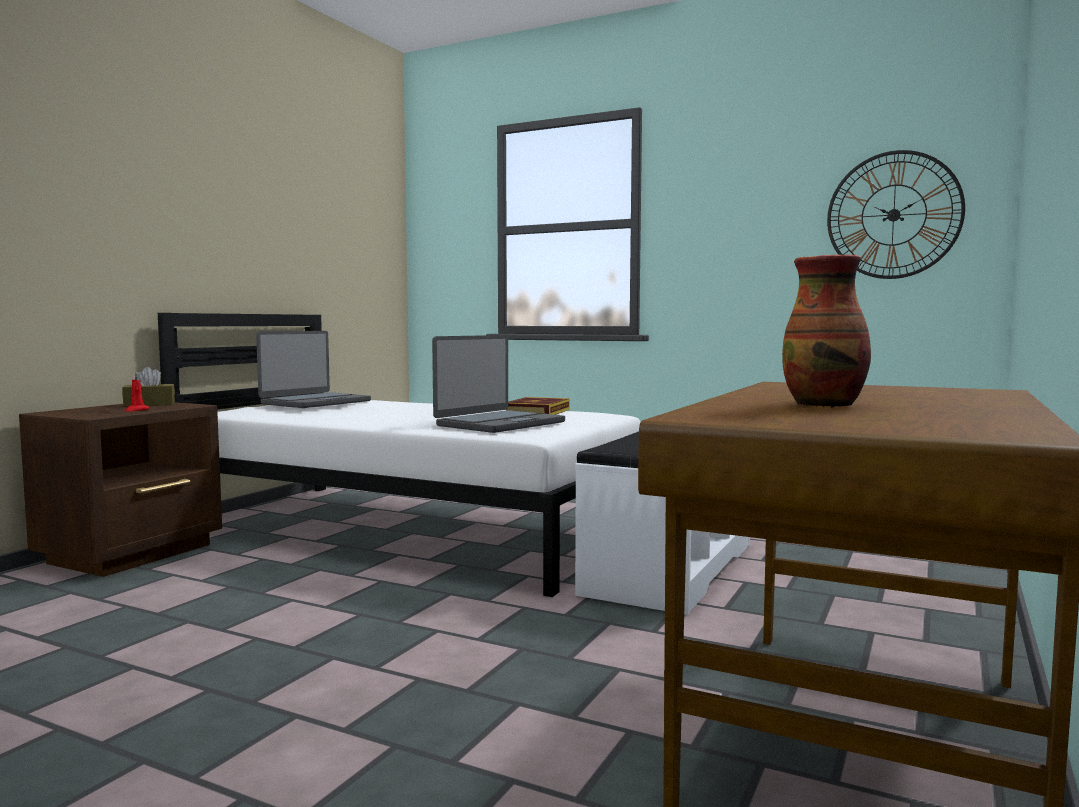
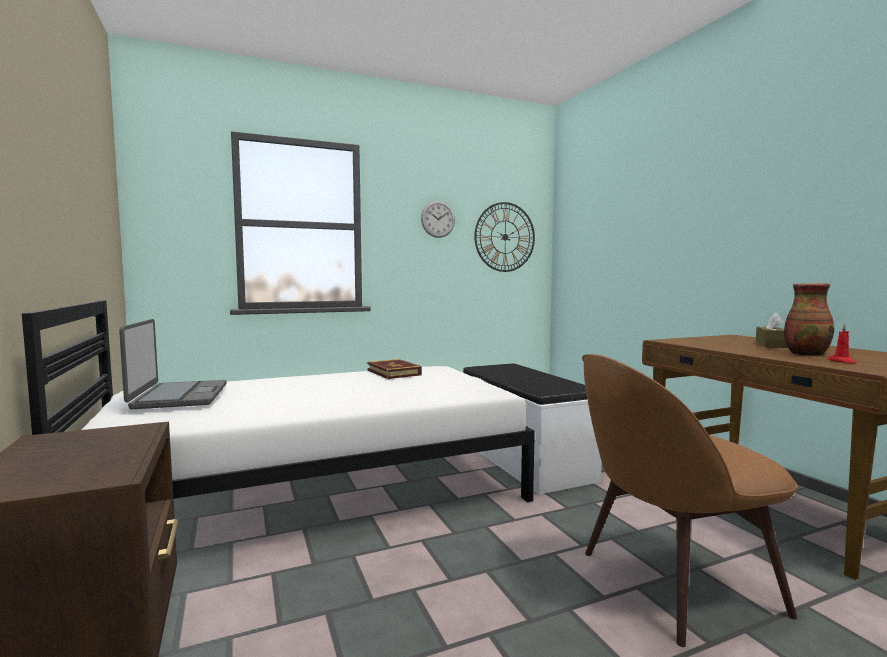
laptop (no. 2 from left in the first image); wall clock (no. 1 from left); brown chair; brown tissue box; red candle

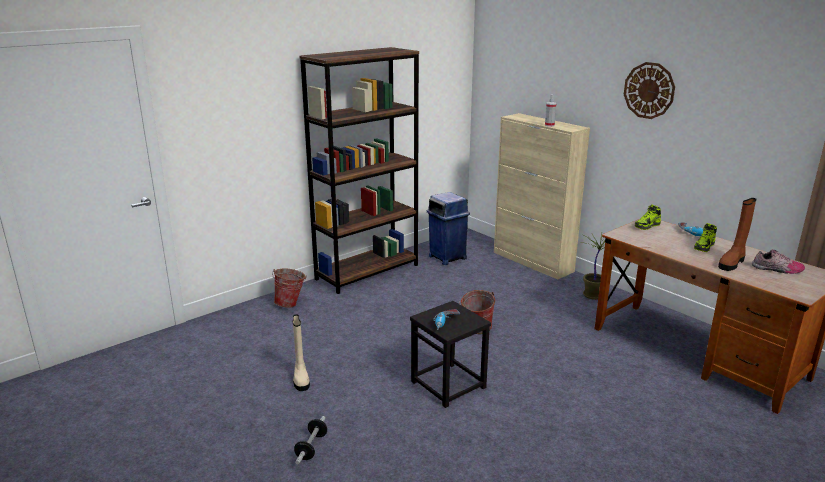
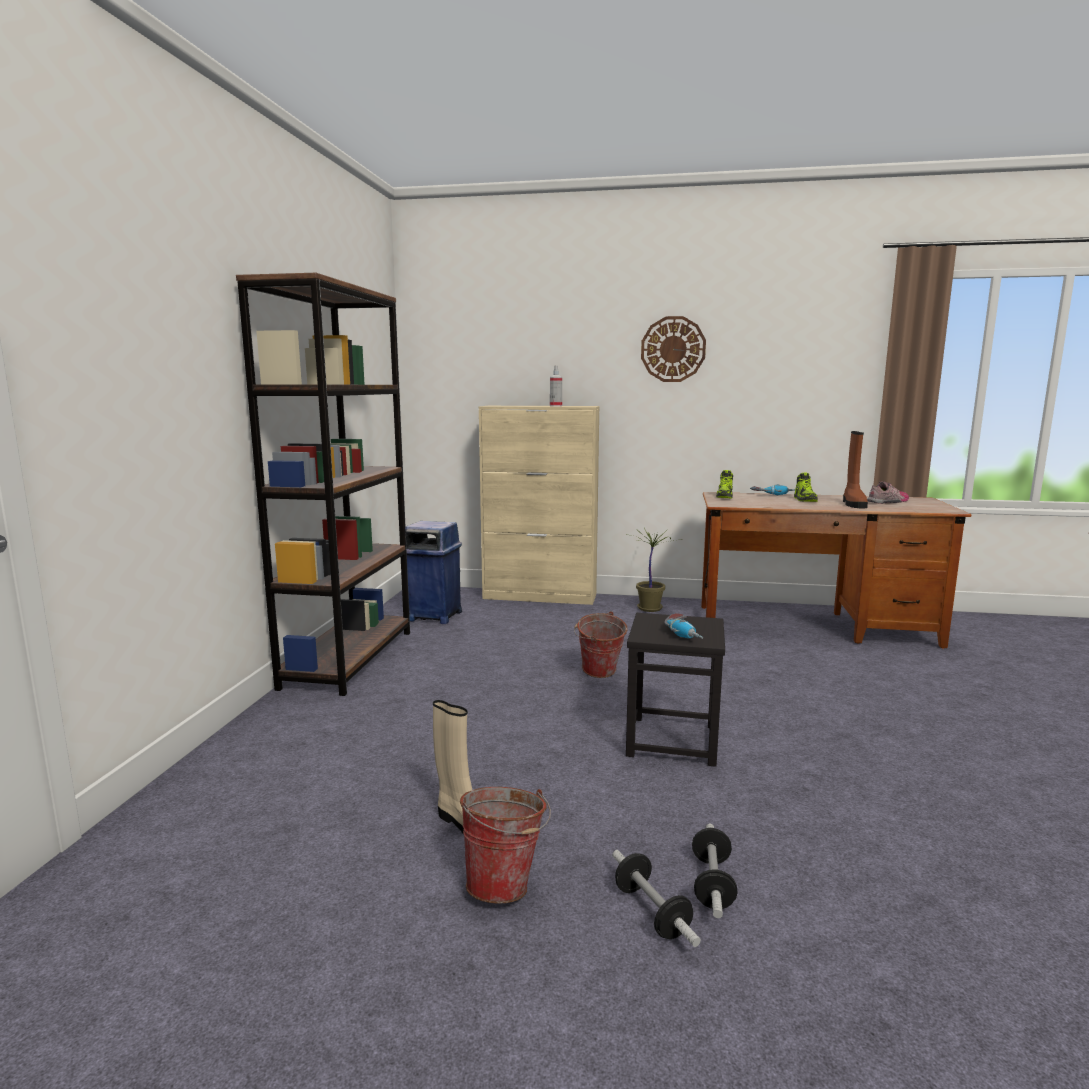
dumbbell (no. 2 from left); bucket (no. 1 from left)

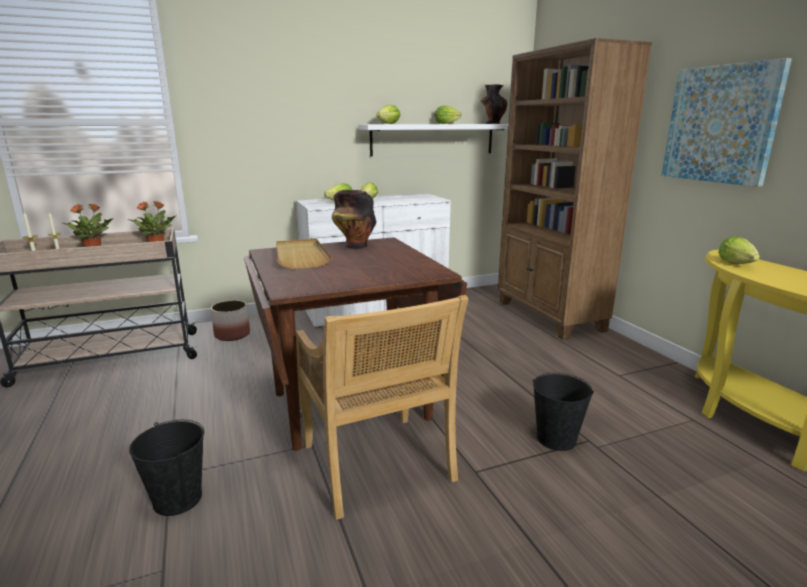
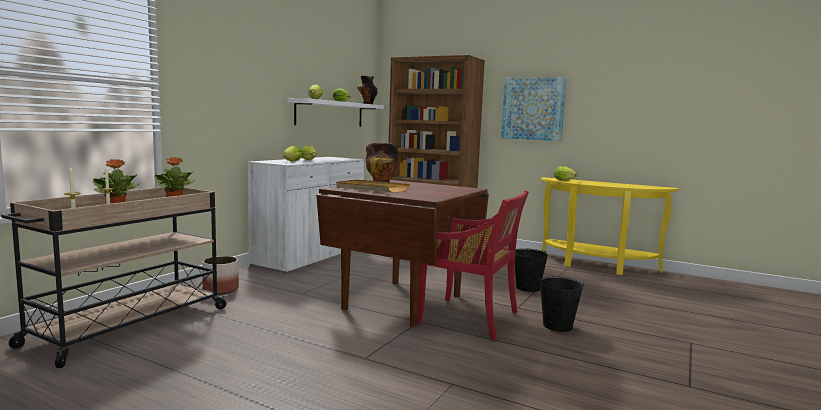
black bucket (no. 2 from left); red chair

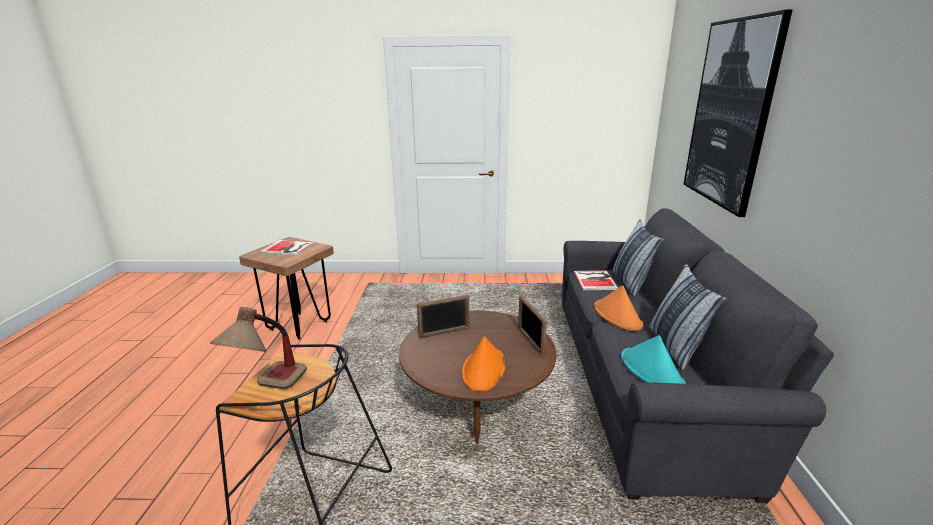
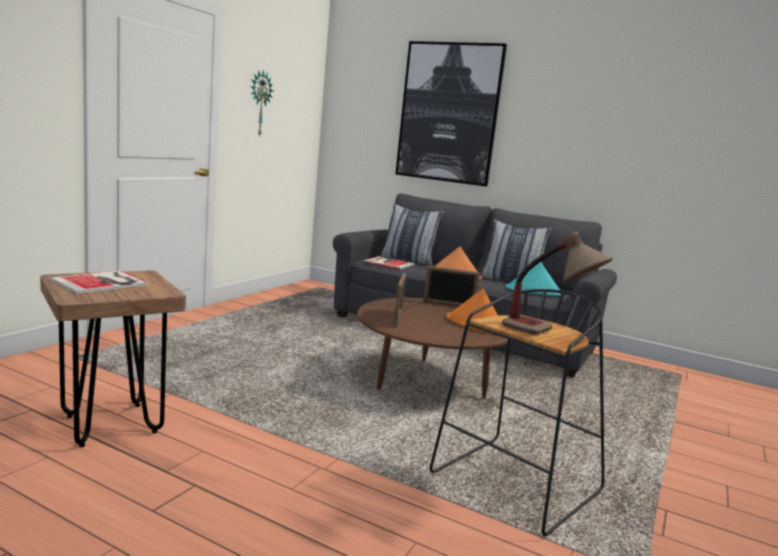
wall clock

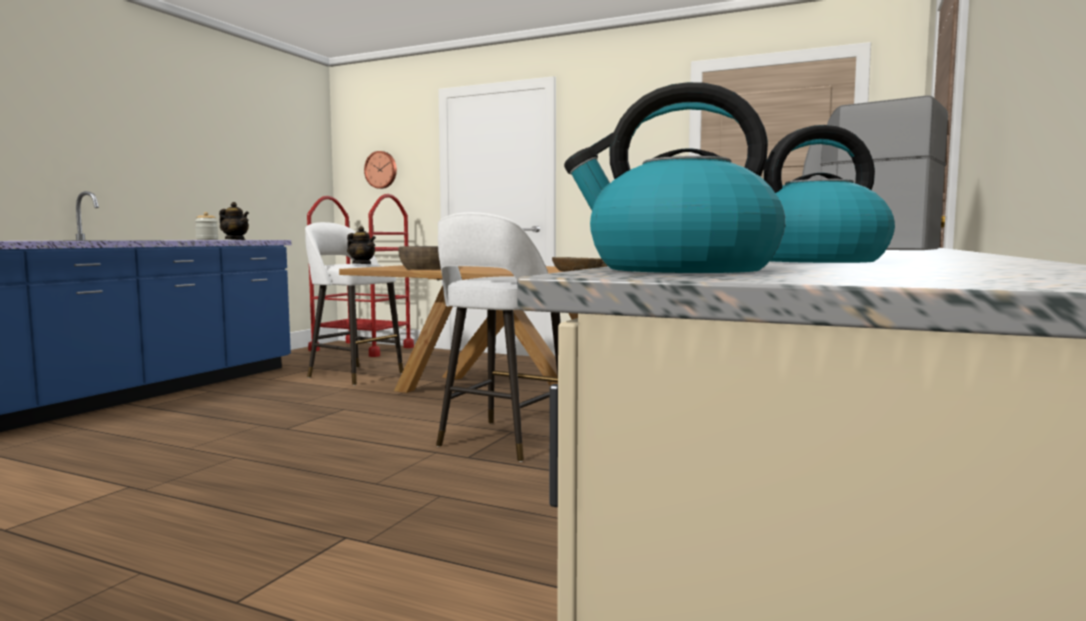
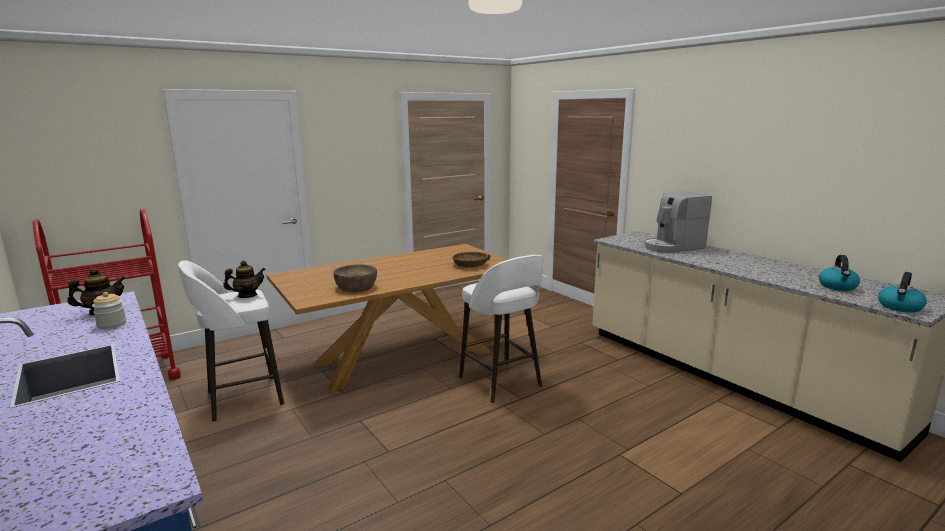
wall clock

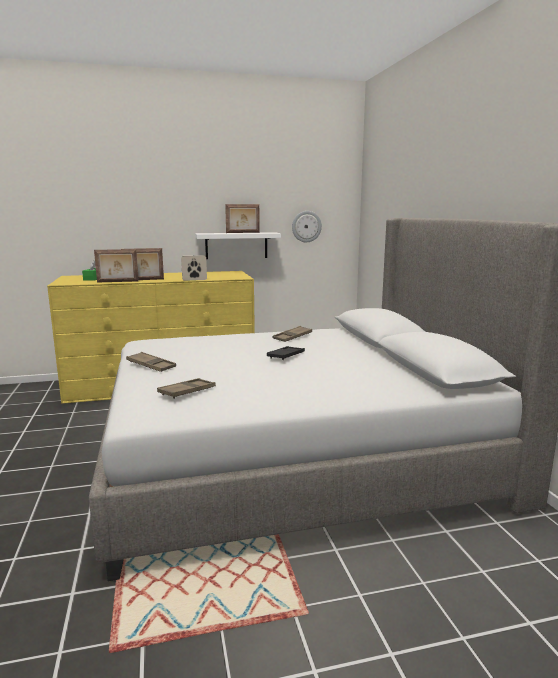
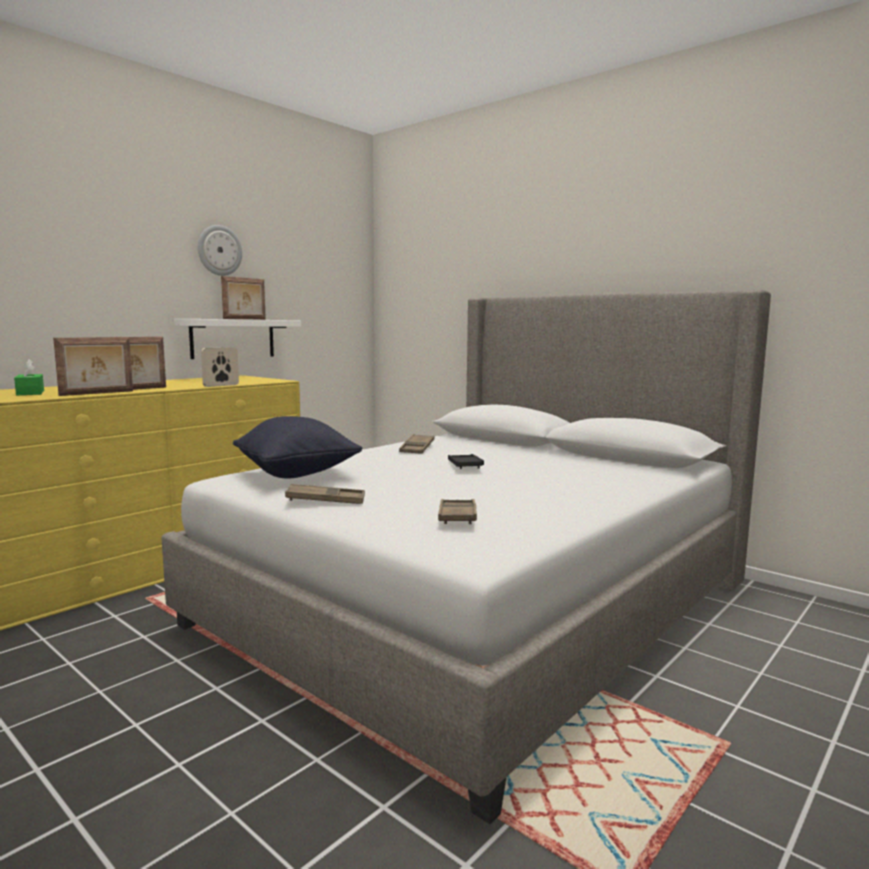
black pillow; wall clock

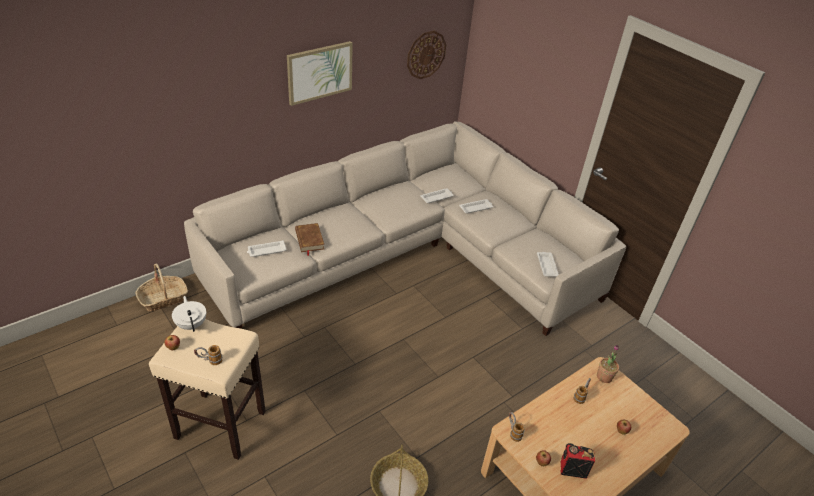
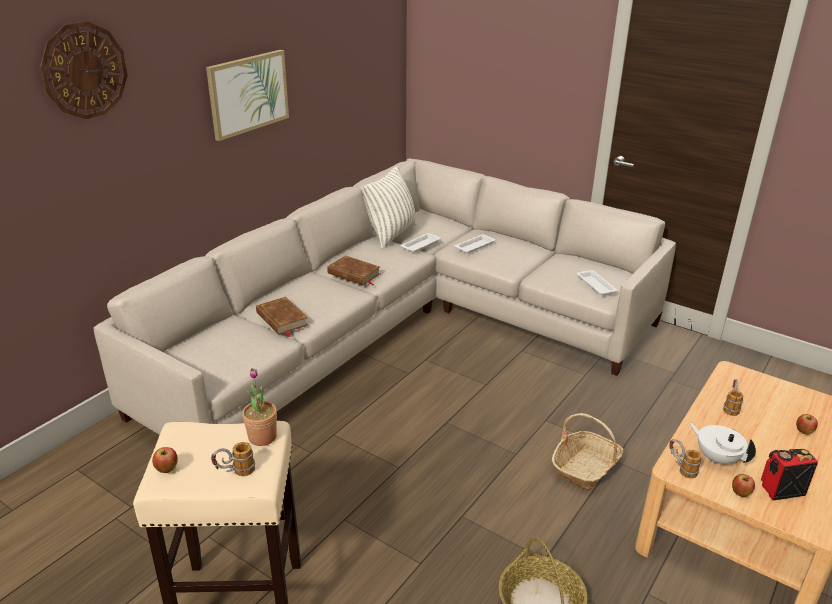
white tray (no. 1 from left in the first image); brown book (no. 2 from left); pillow; basket (no. 2 from left); white teapot; wall clock; potted plant

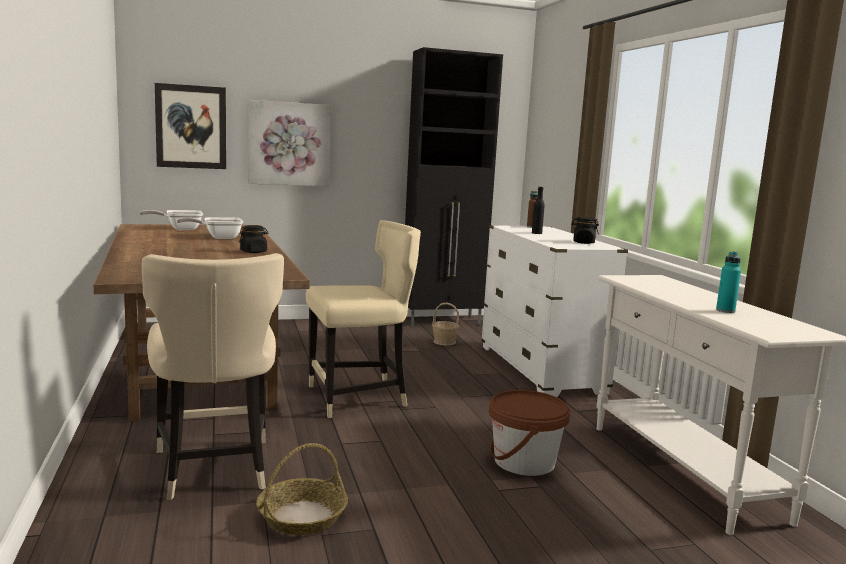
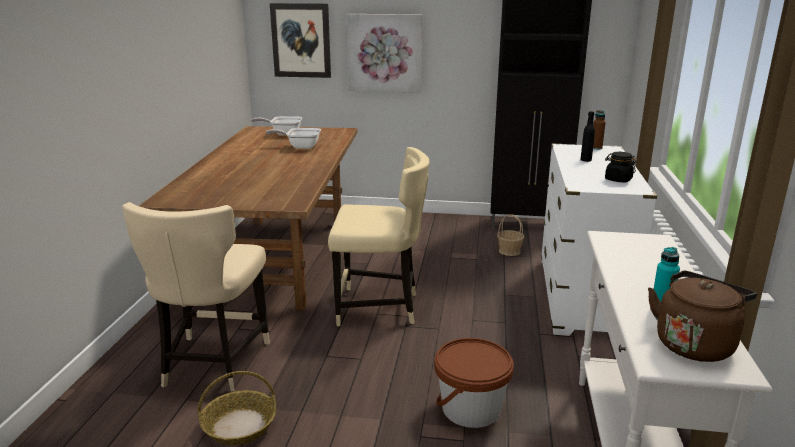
black jar (no. 1 from left in the first image); brown kettle

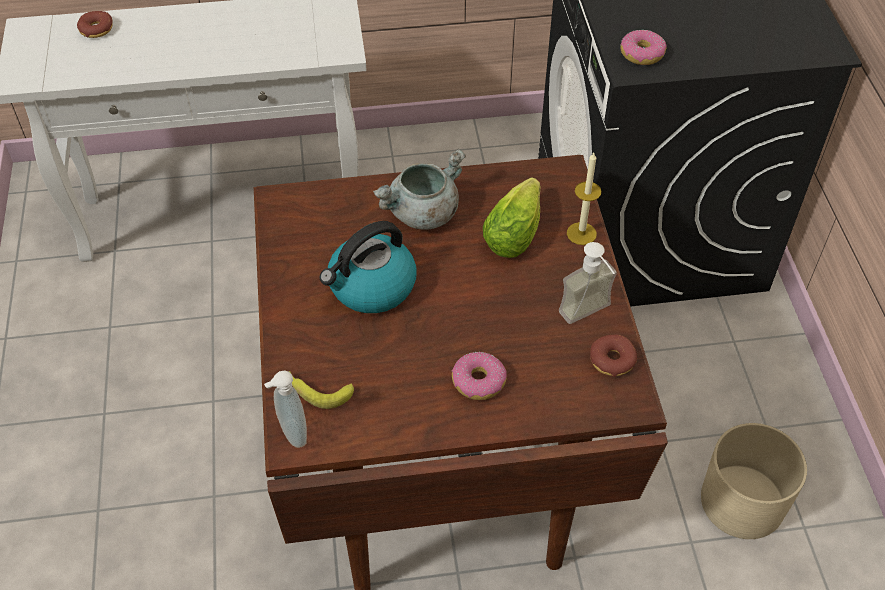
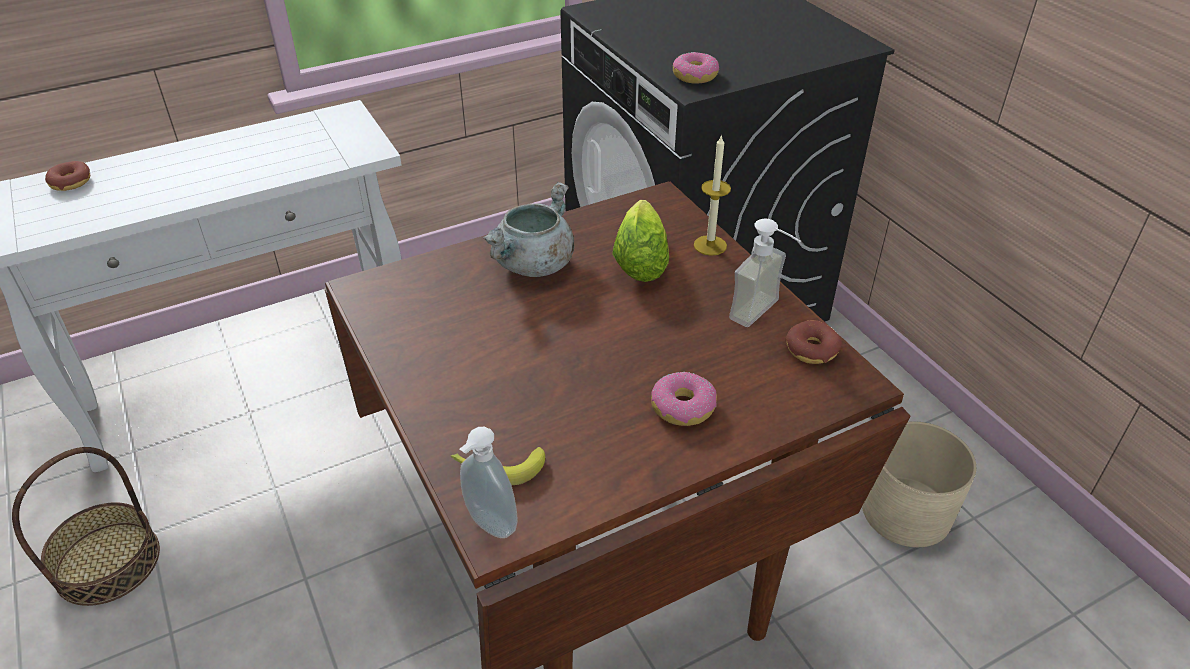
kettle; basket

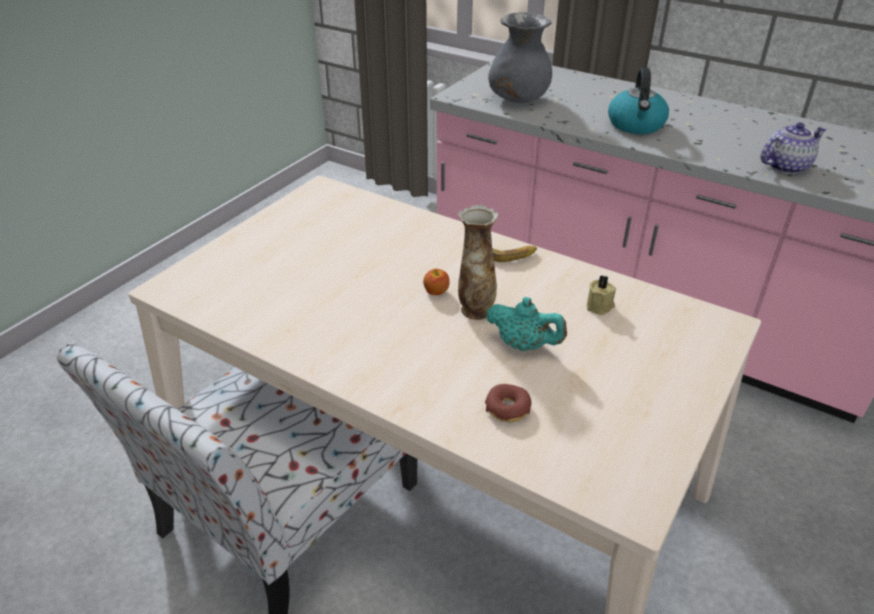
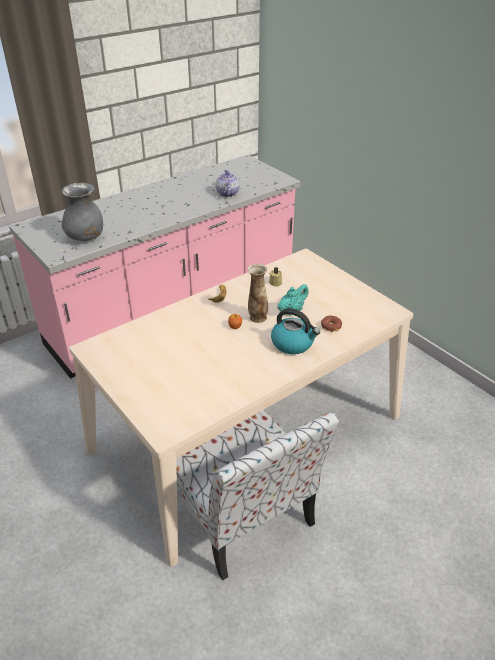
kettle

